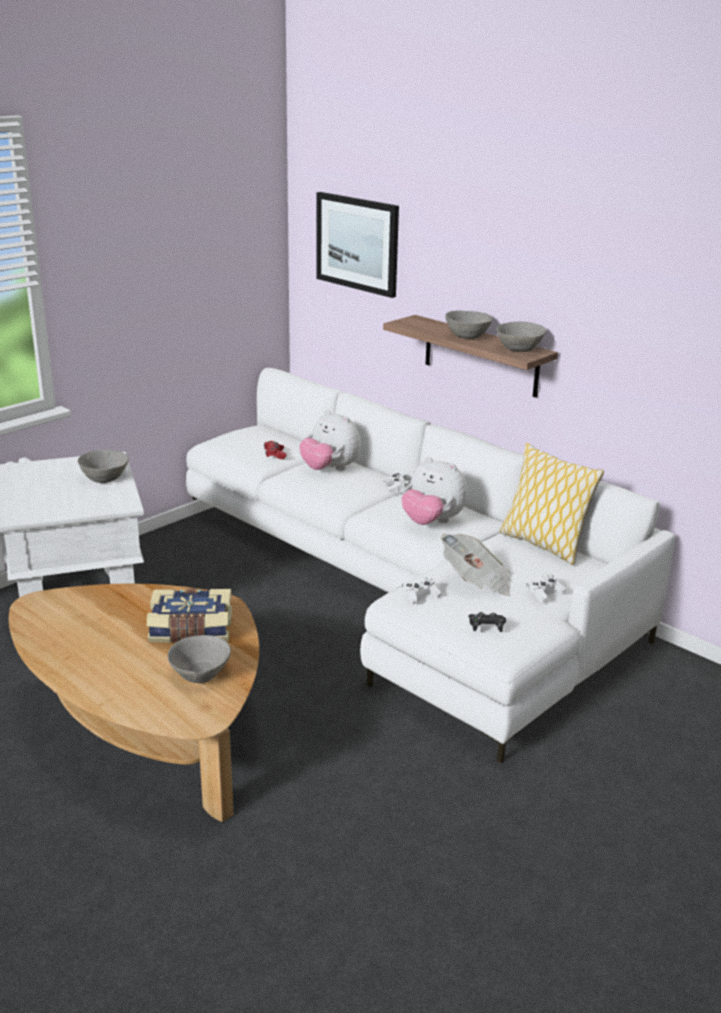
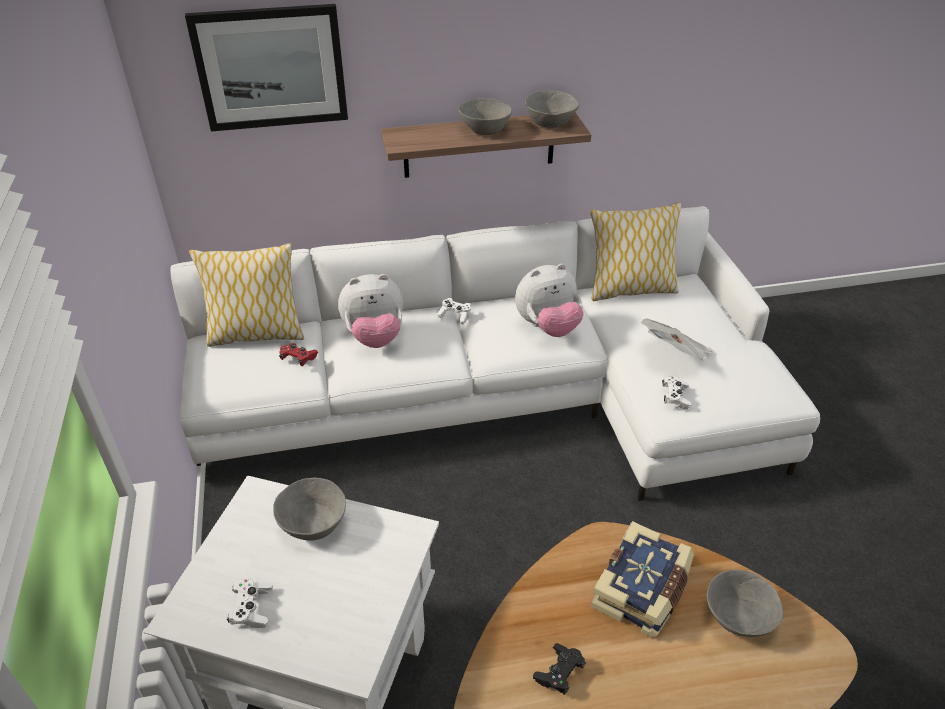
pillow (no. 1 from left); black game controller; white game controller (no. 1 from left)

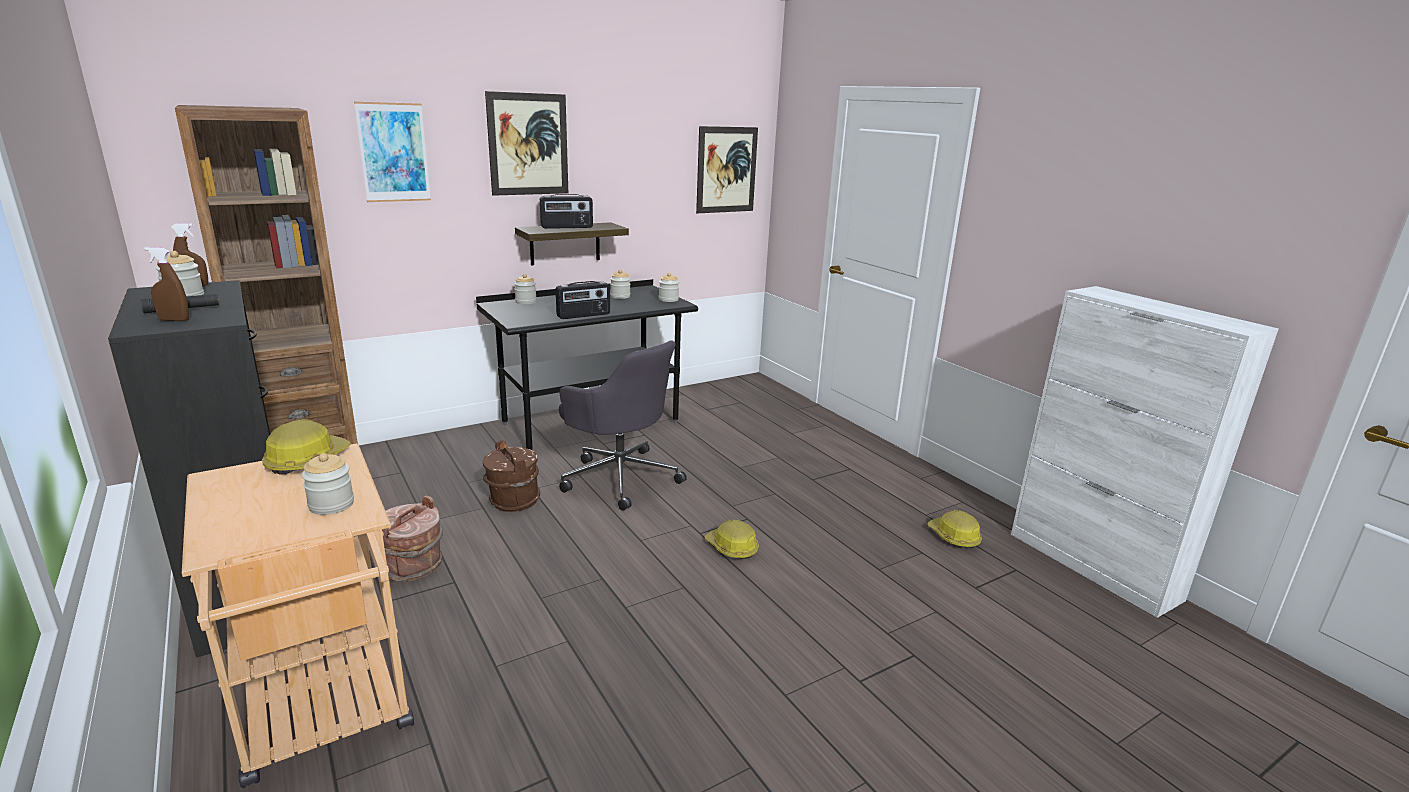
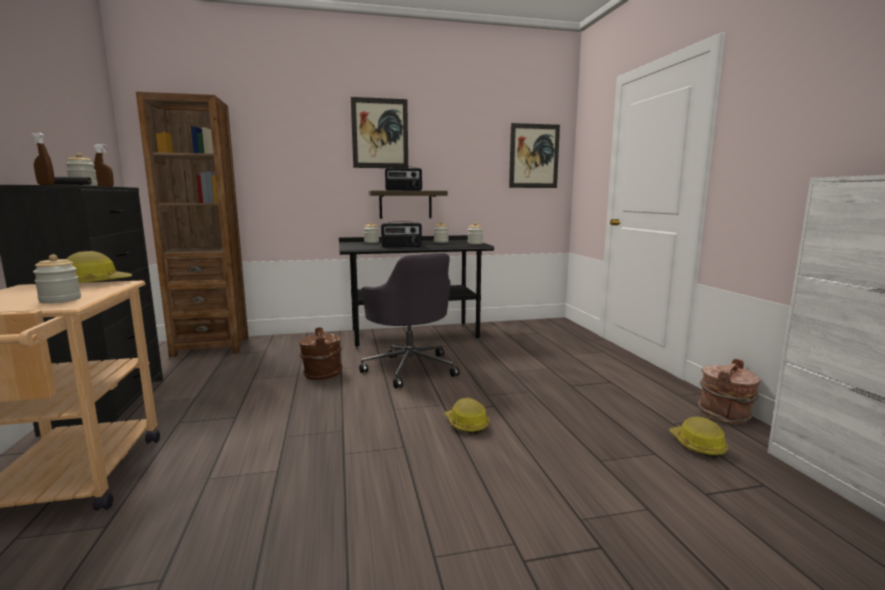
picture (no. 1 from left in the first image); brown bucket (no. 2 from left)

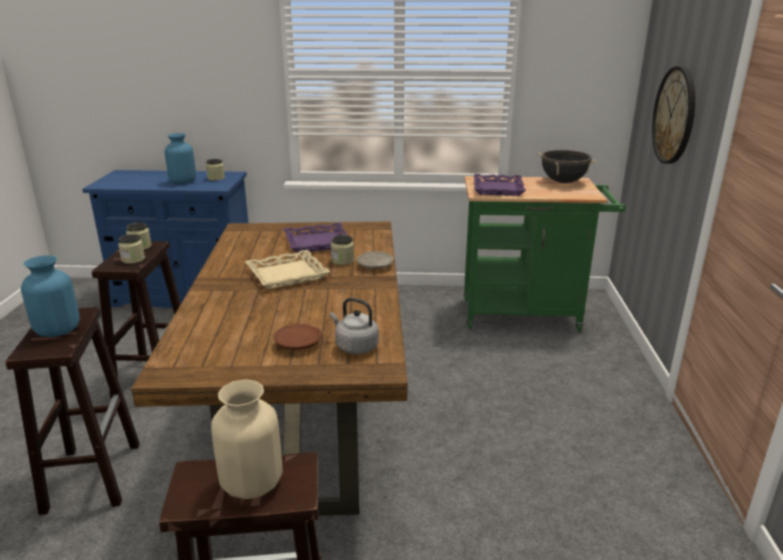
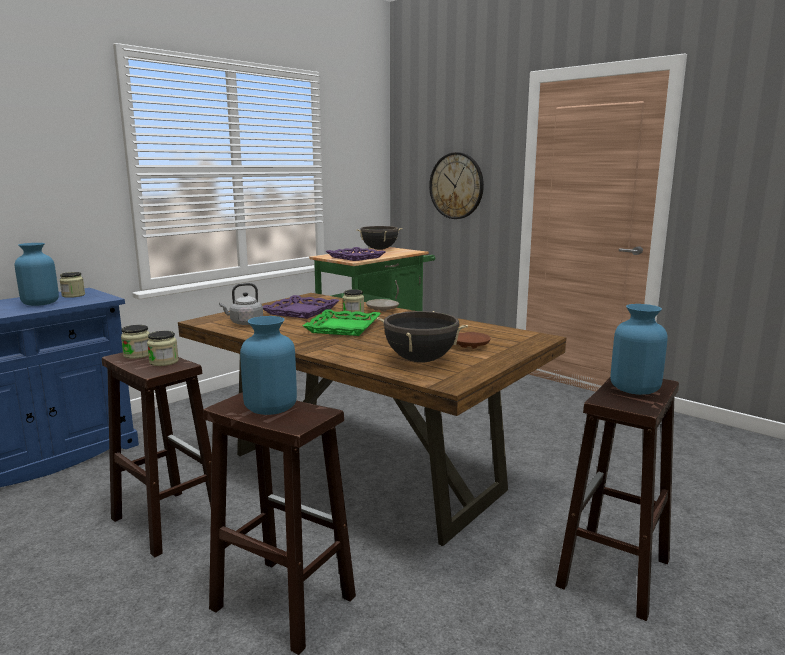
black cooking pot (no. 2 from left); grey kettle; blue vase (no. 3 from left); green tray

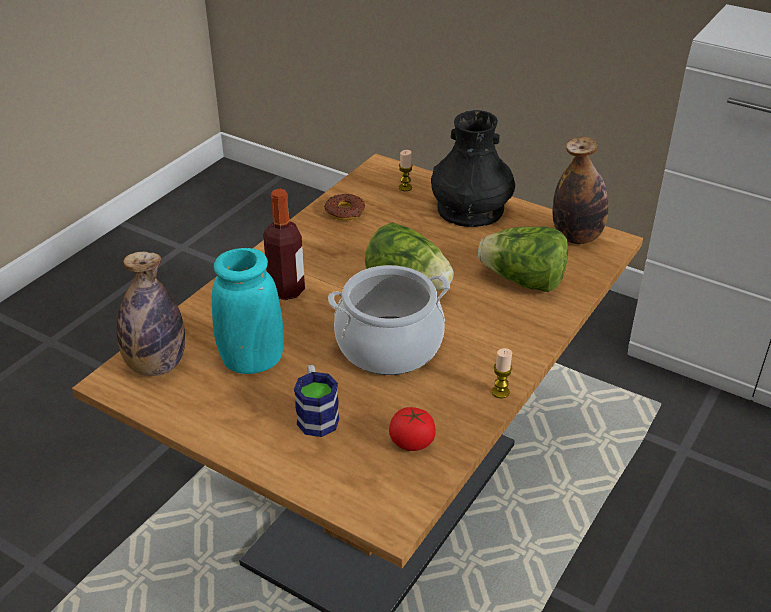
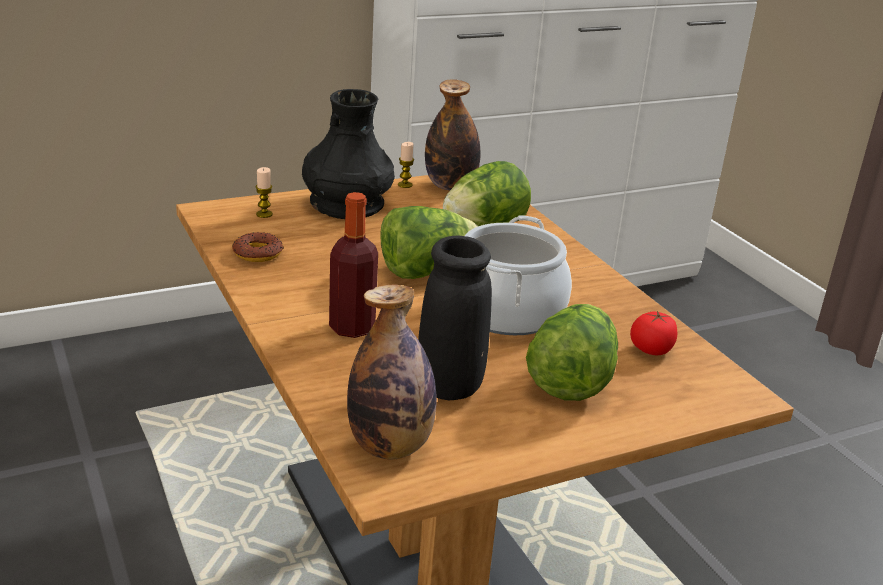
candle (no. 2 from left); lettuce (no. 3 from left); black vase (no. 2 from left)

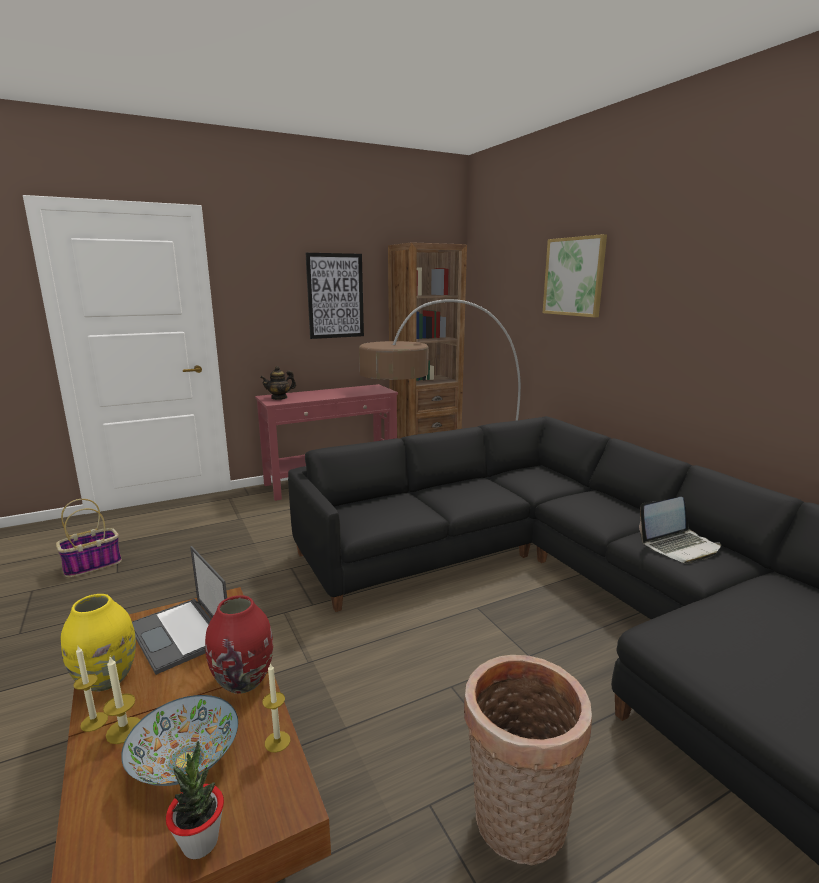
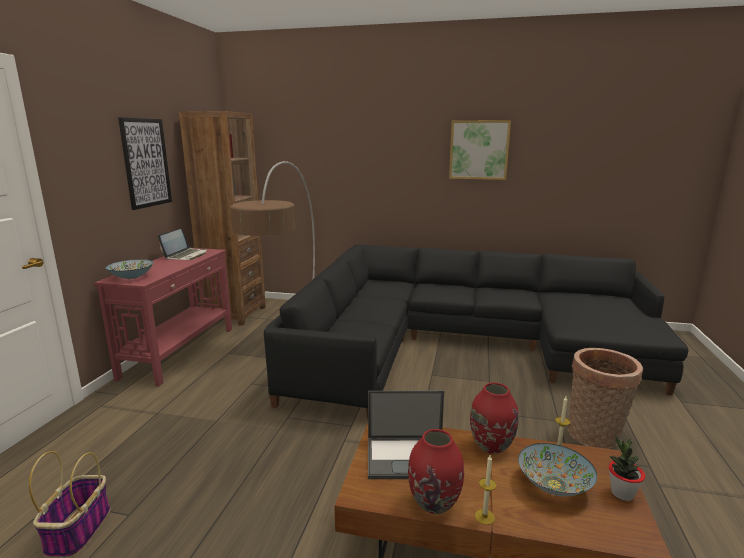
candle (no. 2 from left in the first image); picture (no. 2 from left); laptop (no. 1 from left); bowl (no. 1 from left); red vase (no. 1 from left)

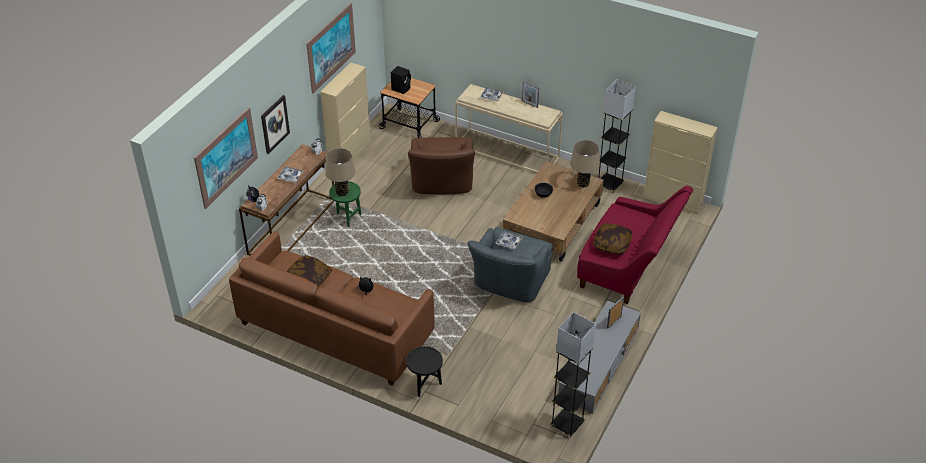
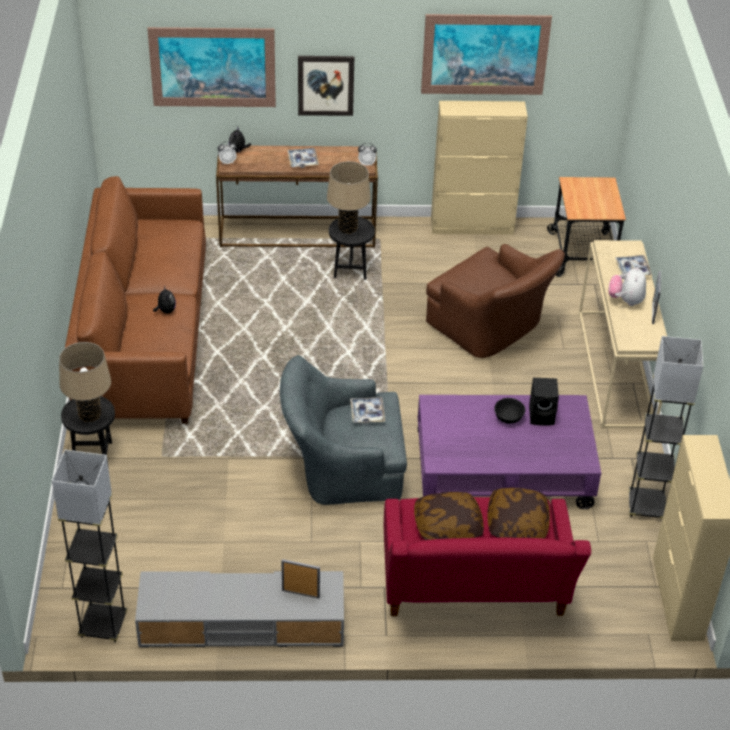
plush toy (no. 3 from left); pillow (no. 2 from left); black speaker; beige table lamp (no. 1 from left); black side table (no. 2 from left); purple coffee table; brown armchair

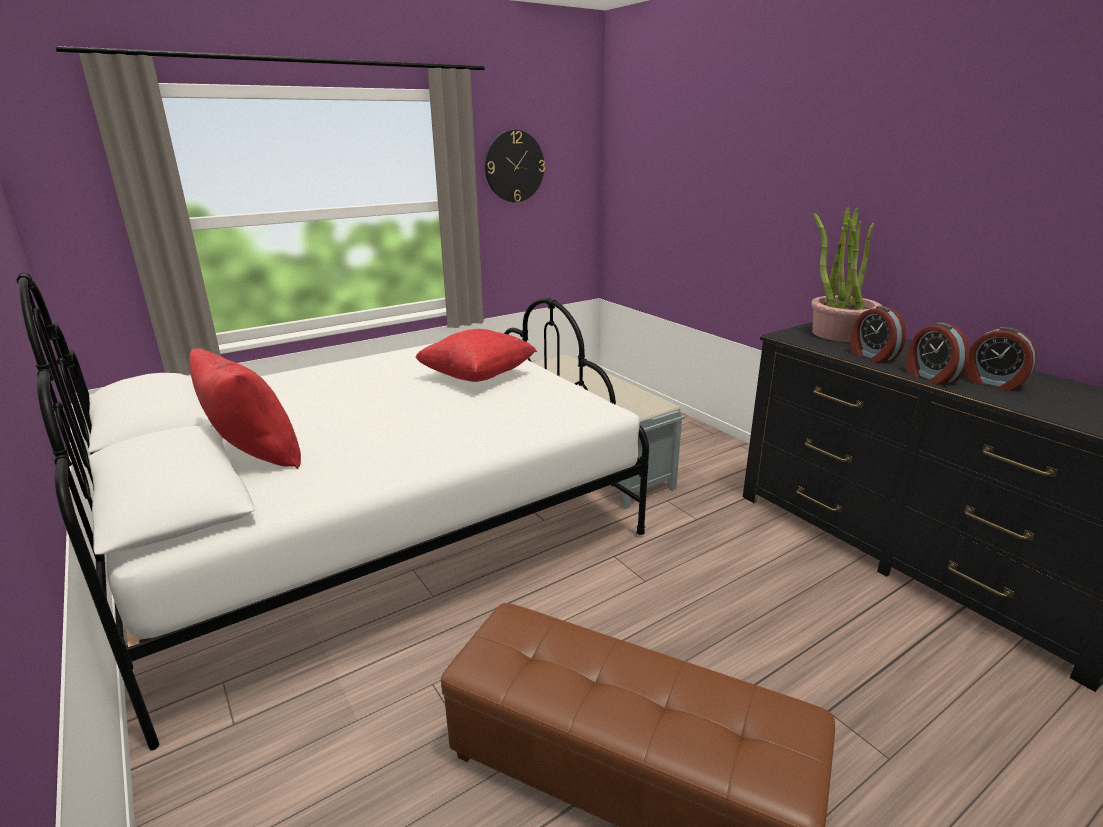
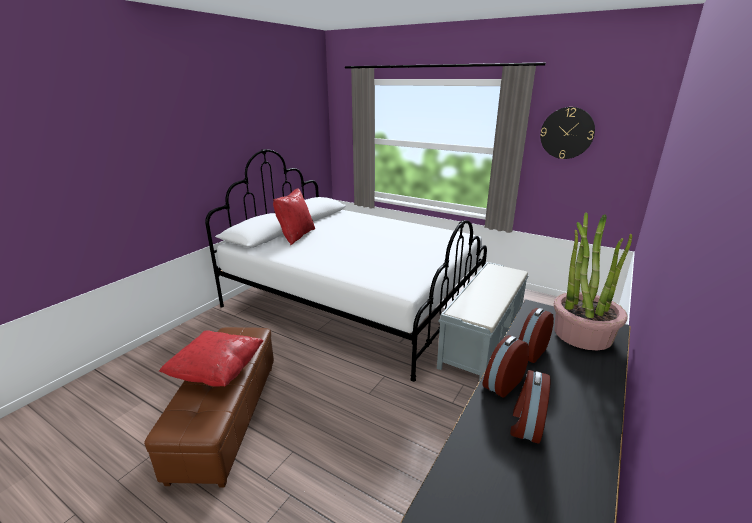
red pillow (no. 1 from left)

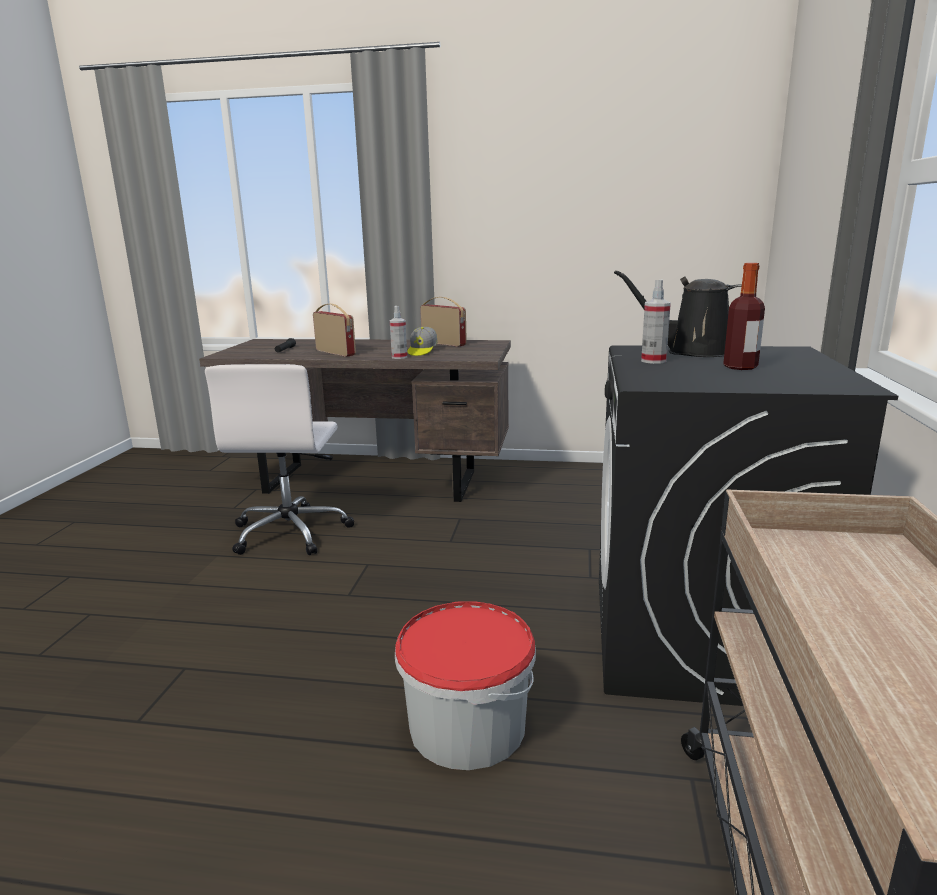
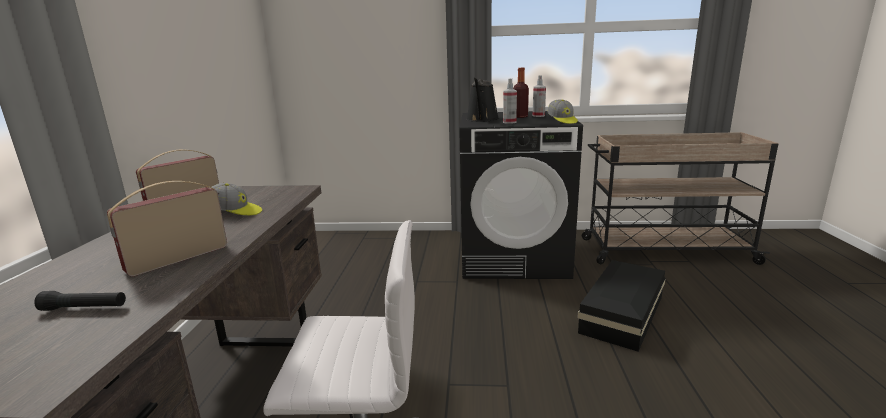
cap (no. 2 from left); spray bottle (no. 2 from left); black storage box

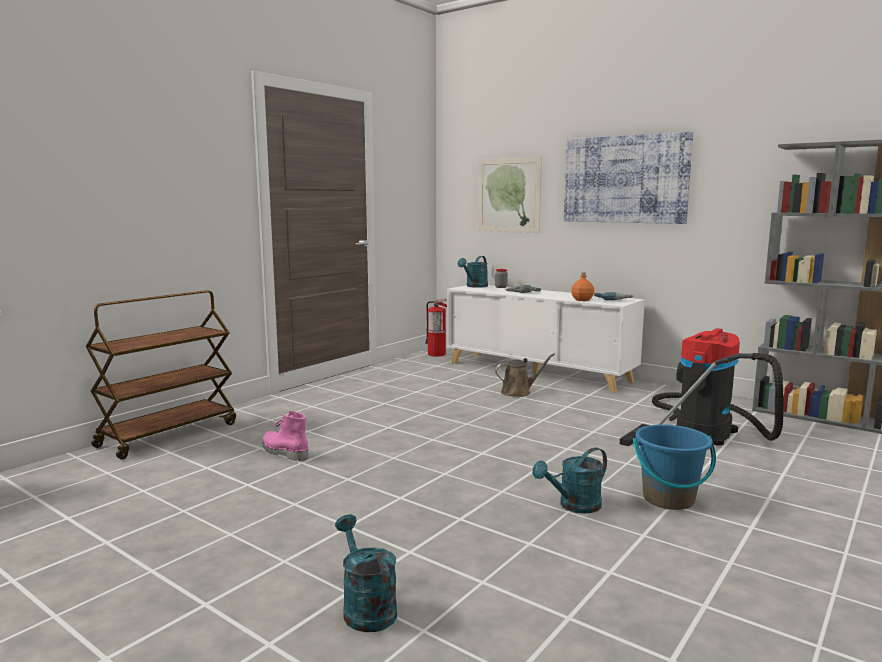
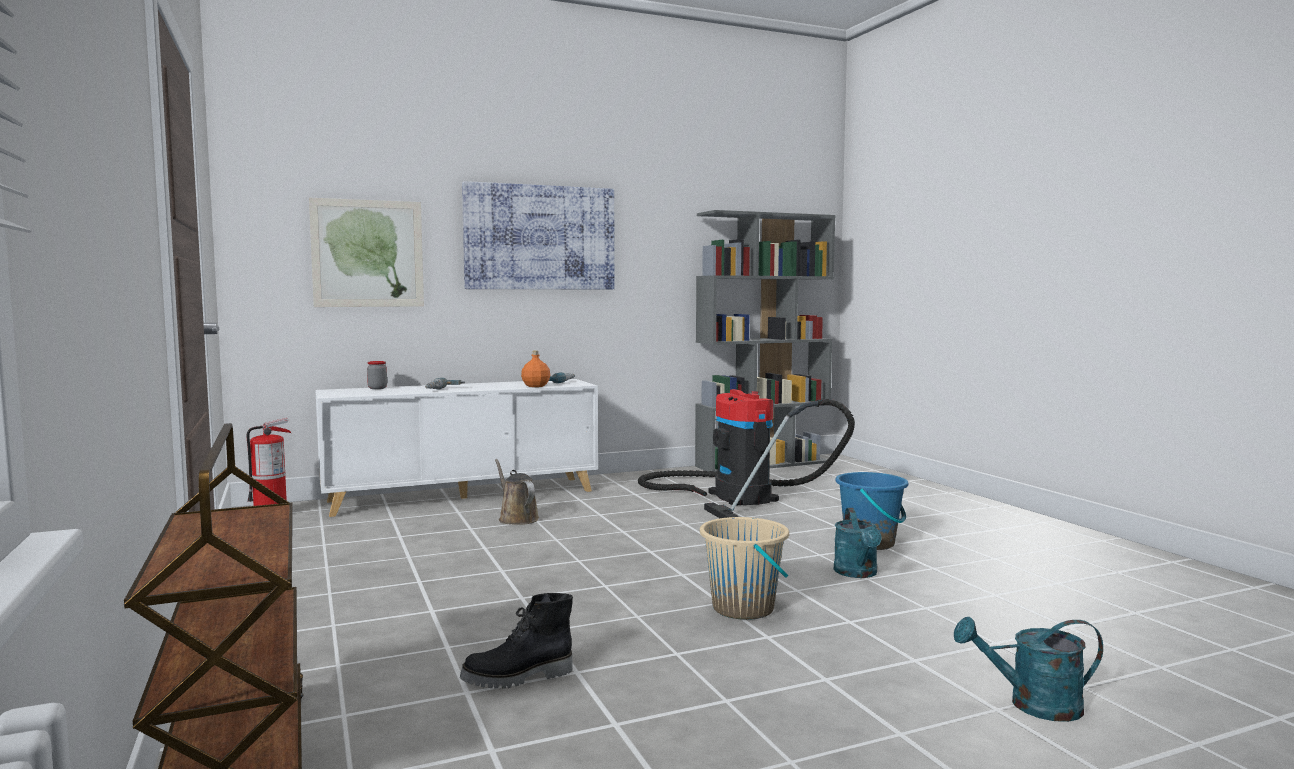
turquoise watering can (no. 2 from left in the first image); beige bucket; black boot; brown watering can

